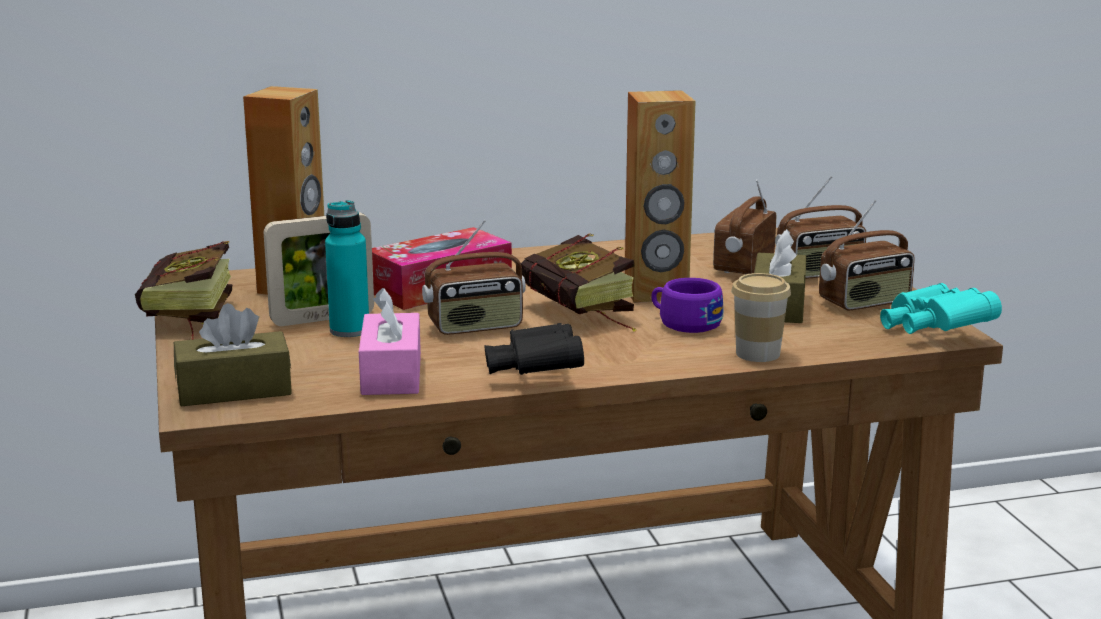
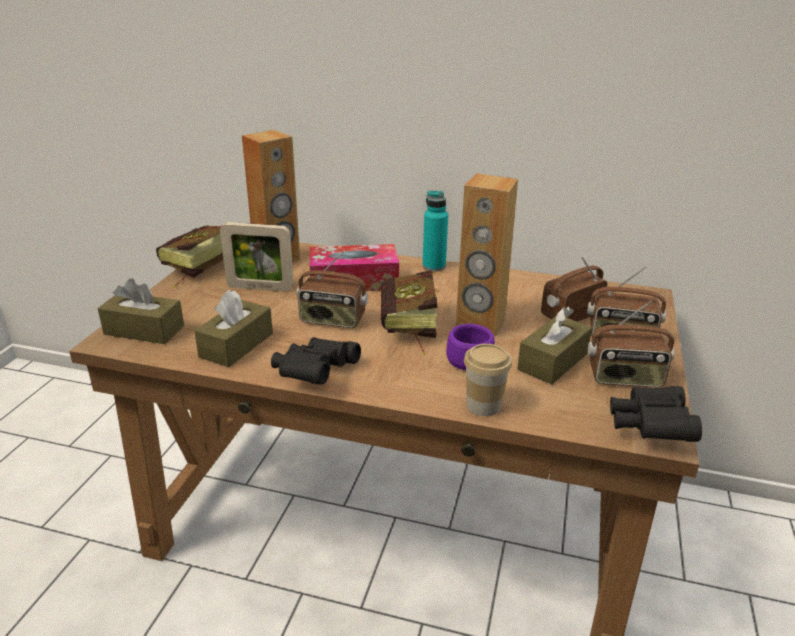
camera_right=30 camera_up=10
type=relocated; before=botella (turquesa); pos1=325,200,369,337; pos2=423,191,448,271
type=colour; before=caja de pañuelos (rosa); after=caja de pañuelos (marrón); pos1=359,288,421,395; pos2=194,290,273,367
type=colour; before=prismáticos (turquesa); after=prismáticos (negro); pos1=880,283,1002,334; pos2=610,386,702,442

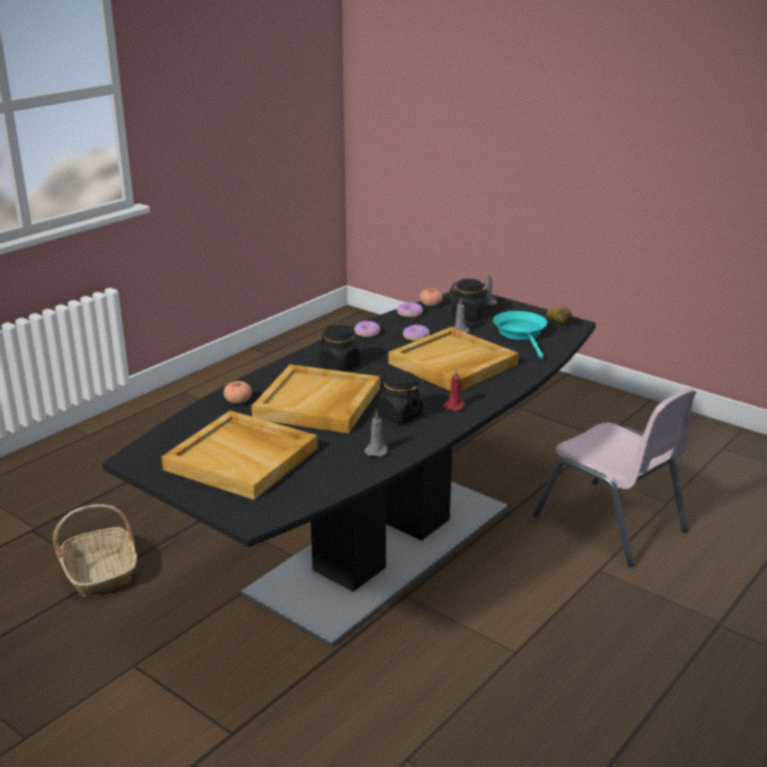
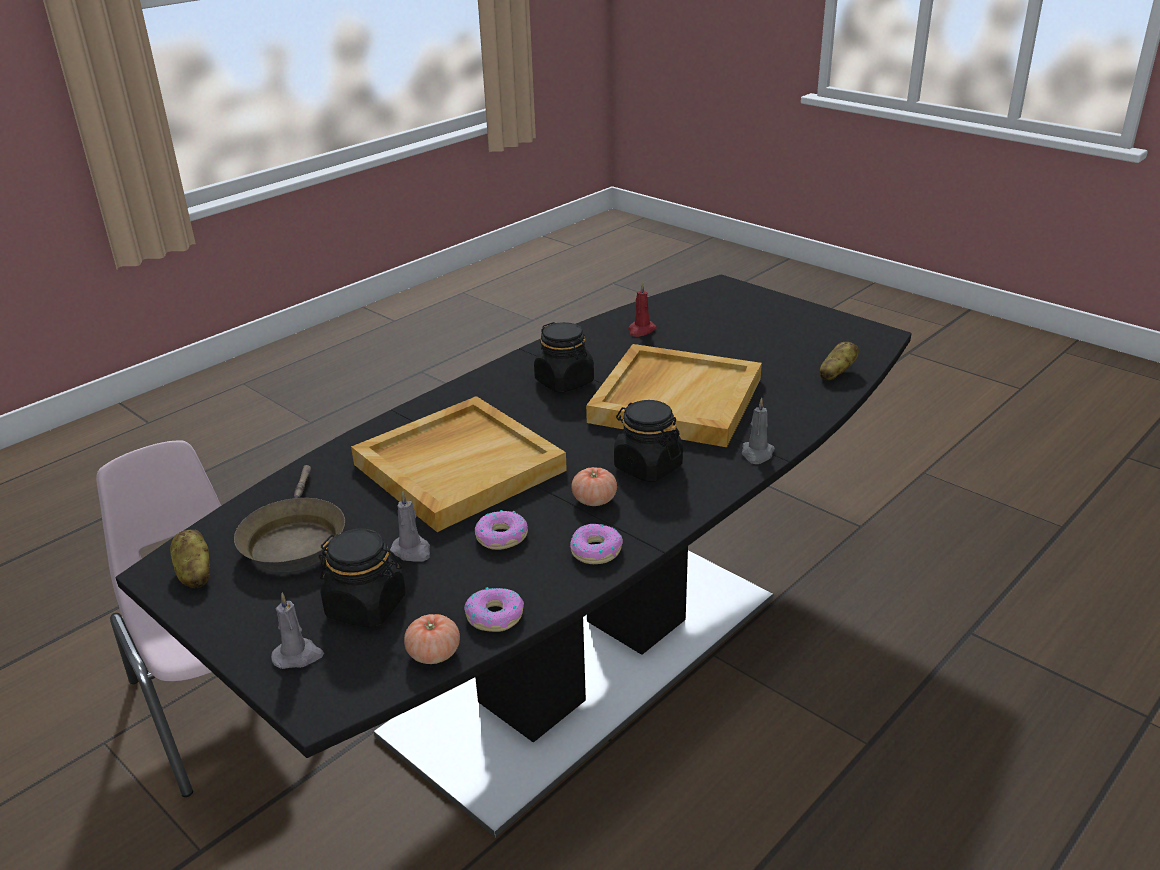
camera_right=-175 camera_up=5
type=missing; before=cesta; pos1=53,504,137,597
type=missing; before=bandeja (beis); pos1=162,411,318,500
type=appeared; after=patata; pos2=820,342,859,380
type=relocated; before=tomate; pos1=224,381,252,404; pos2=571,467,617,506
type=relocated; before=vela (gris); pos1=364,411,388,457; pos2=742,397,775,464
type=relocated; before=vela (rojo); pos1=443,369,466,411; pos2=628,282,657,337
type=colour; before=sartén (turquesa); after=sartén (marrón); pos1=493,311,547,359; pos2=234,465,345,572

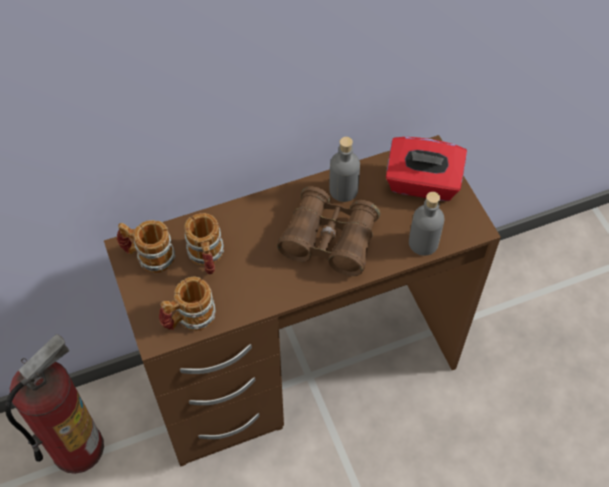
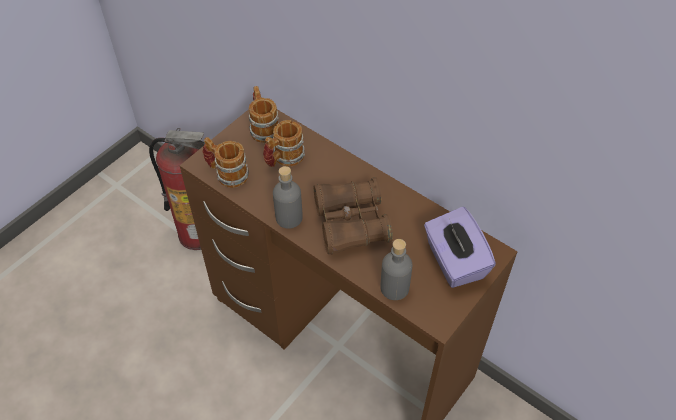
camera_right=60 camera_up=-5
type=relocated; before=botella (gris); pos1=329,137,360,202; pos2=273,166,303,229
type=colour; before=caja de pañuelos (rojo); after=caja de pañuelos (morado); pos1=386,137,467,201; pos2=424,207,496,288

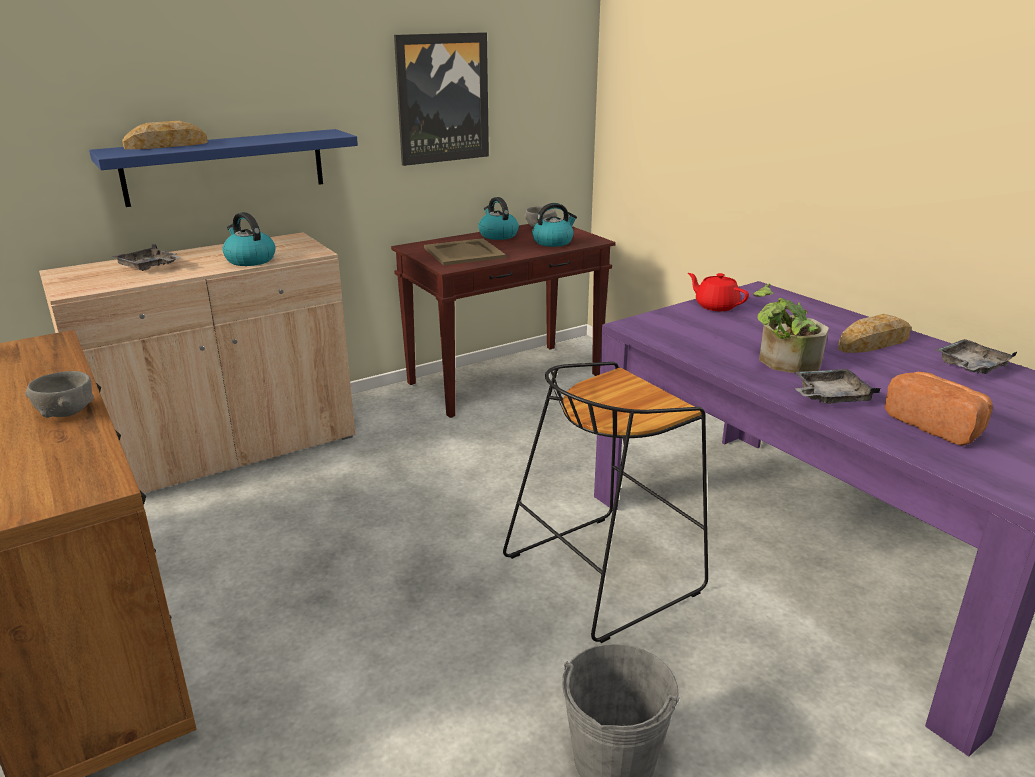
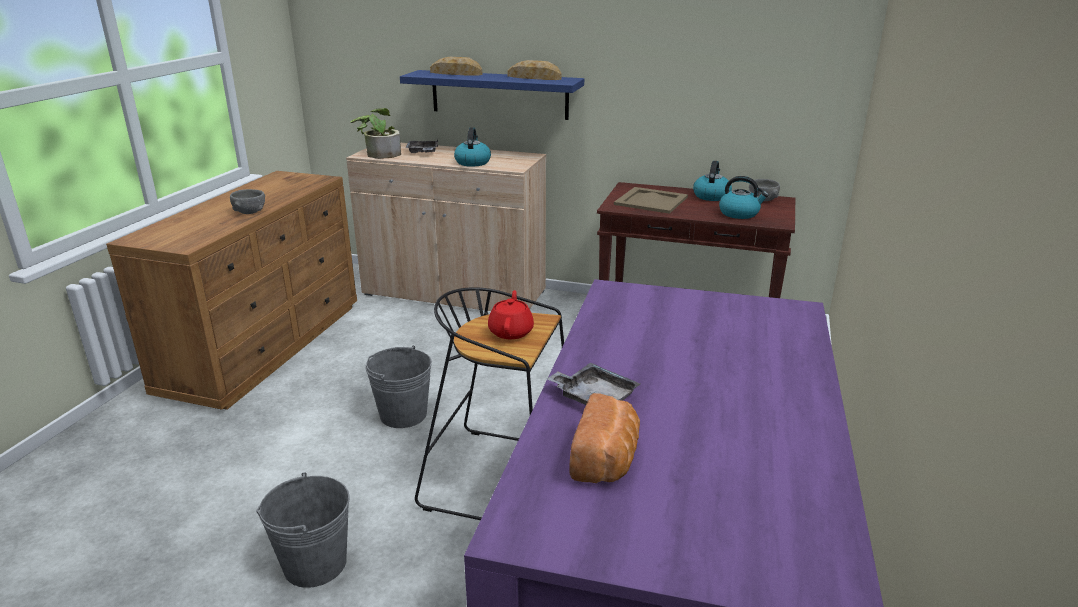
camera_right=50 camera_up=0
type=missing; before=cuadro; pos1=394,32,489,166
type=missing; before=bandeja (gris); pos1=935,339,1017,374
type=appeared; after=cubo (gris); pos2=366,346,432,428
type=relocated; before=tetera (rojo); pos1=688,273,749,311; pos2=488,290,534,339
type=relocated; before=planta en maceta; pos1=753,284,829,373; pos2=350,108,401,159
type=relocated; before=pan; pos1=838,314,911,353; pos2=508,60,562,80

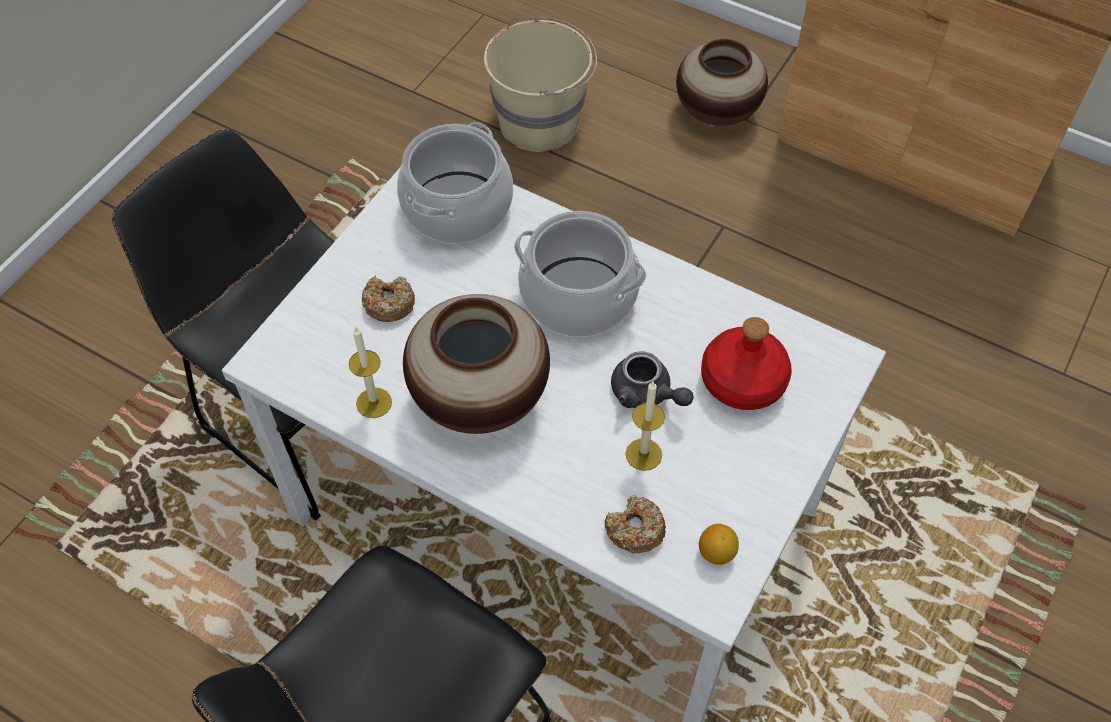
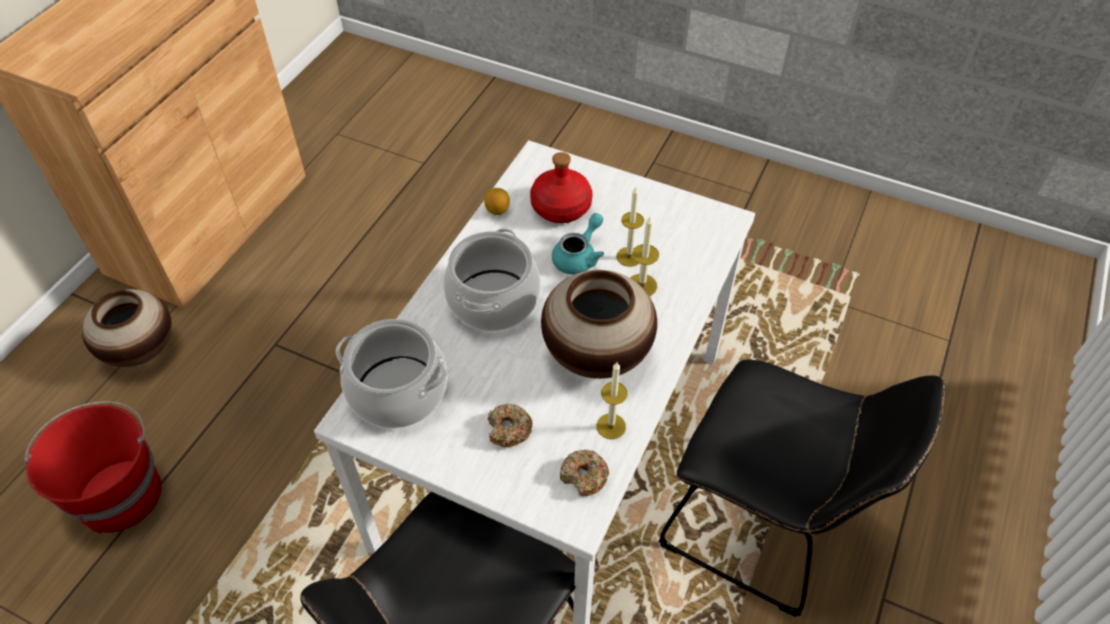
camera_right=-95 camera_up=-5
type=appeared; after=vela; pos2=630,217,659,296
type=relocated; before=rosquilla; pos1=605,495,666,554; pos2=560,450,609,496
type=relocated; before=limón; pos1=699,524,739,565; pos2=484,188,510,215
type=colour; before=cubo (beis); after=cubo (rojo); pos1=484,17,597,152; pos2=24,401,161,534
type=colour; before=tetera (gris); after=tetera (turquesa); pos1=611,351,694,408; pos2=552,213,604,275

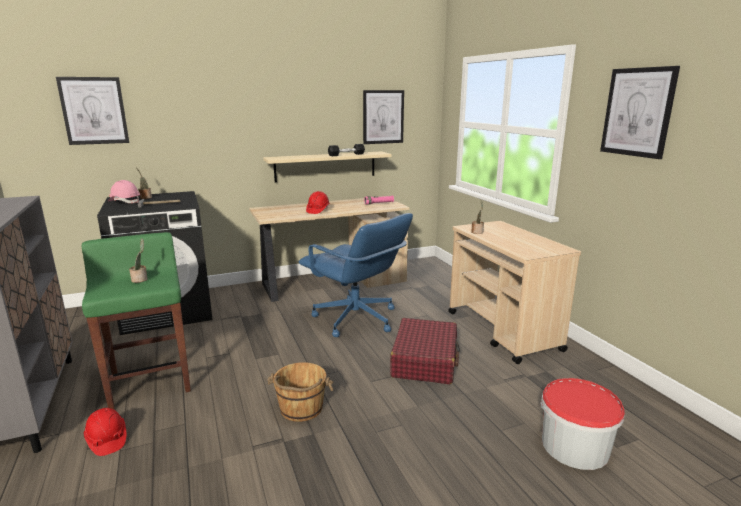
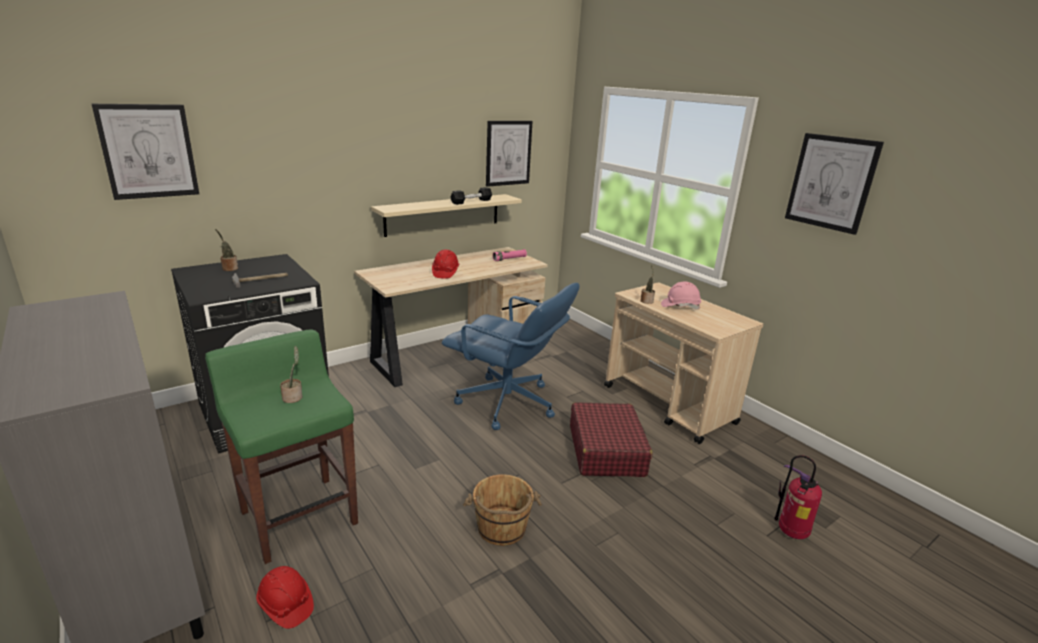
camera_right=-15 camera_up=5
type=relocated; before=casco (rosa); pos1=108,180,140,203; pos2=661,282,701,310
type=exchanged; before=cubo; after=extintor; pos1=541,378,625,470; pos2=774,455,822,539

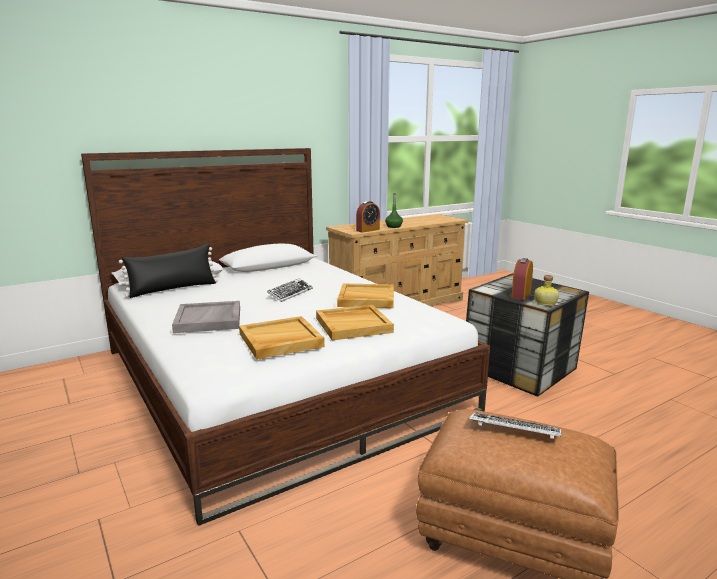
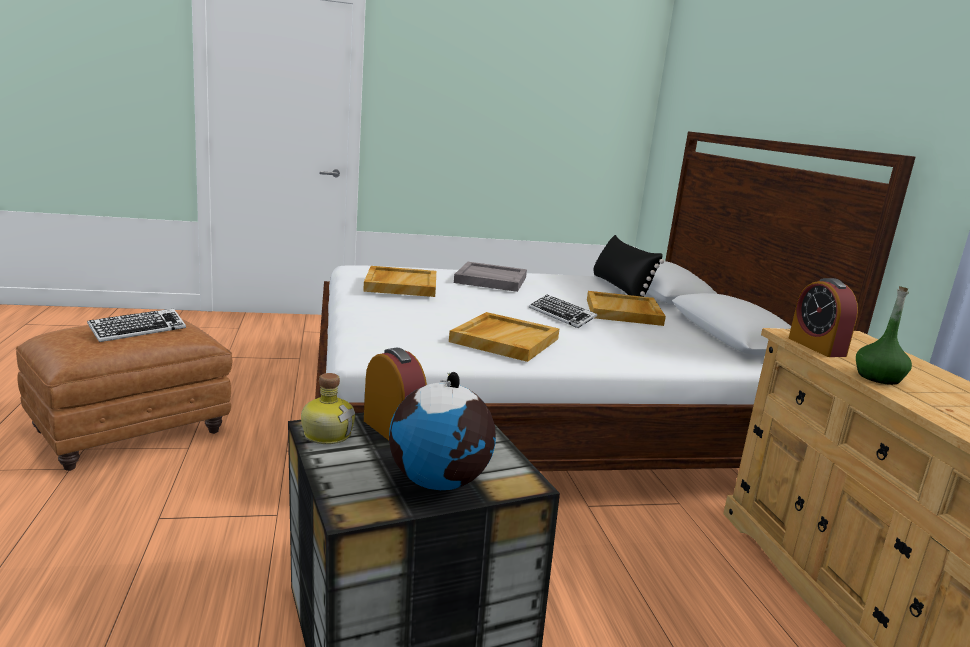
camera_right=110 camera_up=0
type=appeared; after=globo terráqueo; pos2=389,372,496,490
type=relocated; before=bandeja (beis); pos1=316,305,394,340; pos2=587,291,666,326

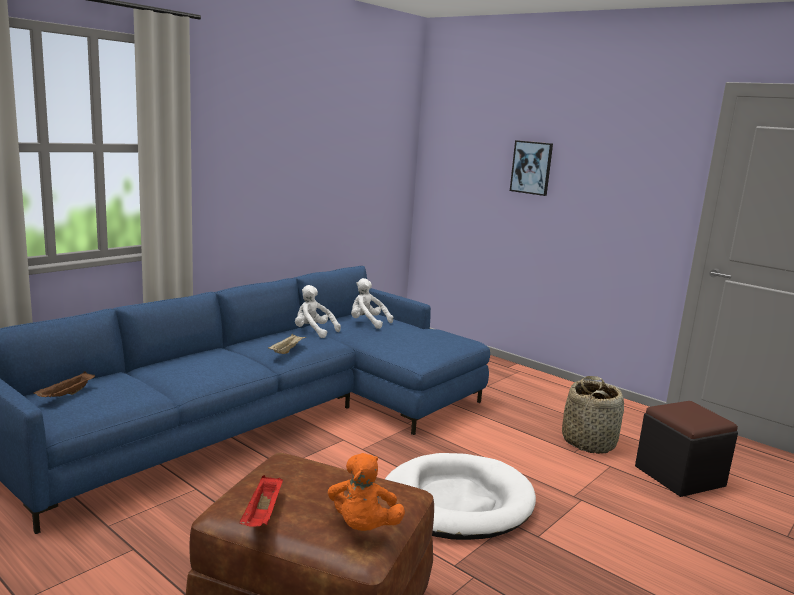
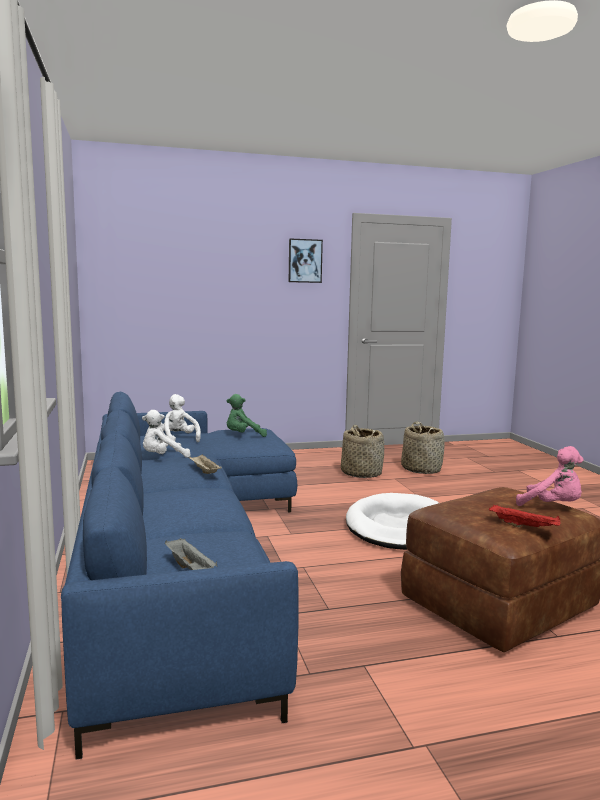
camera_right=-55 camera_up=-5
type=appeared; after=peluche (verde); pos2=227,394,267,437
type=relocated; before=cuadro; pos1=510,140,553,196; pos2=289,238,323,283
type=exchanged; before=puf (negro); after=cesta; pos1=635,401,738,497; pos2=401,422,445,474
type=colour; before=bandeja (marrón); after=bandeja (gris); pos1=34,371,95,397; pos2=165,538,217,570
type=colour; before=peluche (naranja); after=peluche (rosa); pos1=328,453,405,531; pos2=516,446,584,506
type=spun; before=peluche (blanco); pos1=351,278,393,329; pos2=160,394,201,442; turn=90

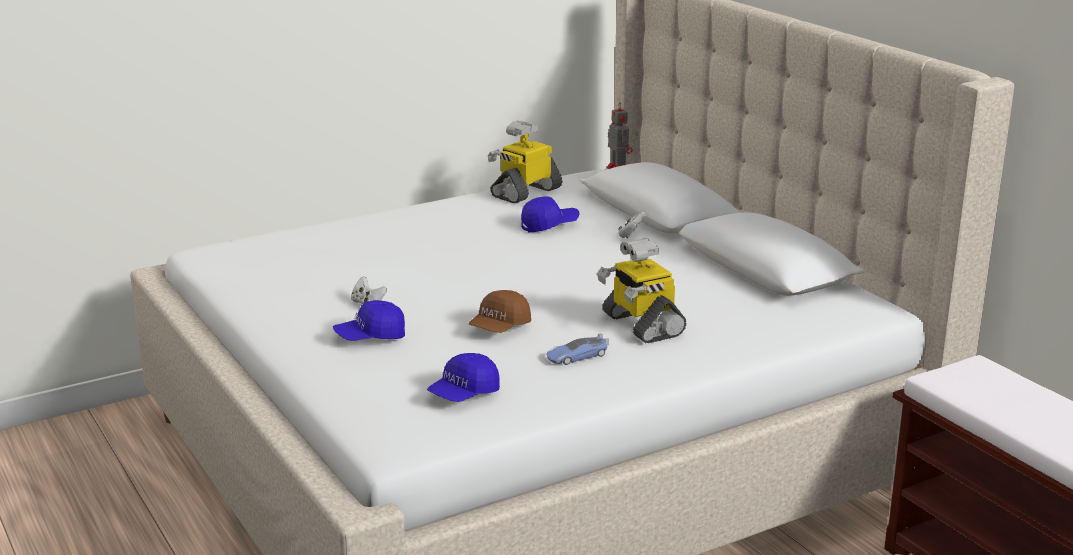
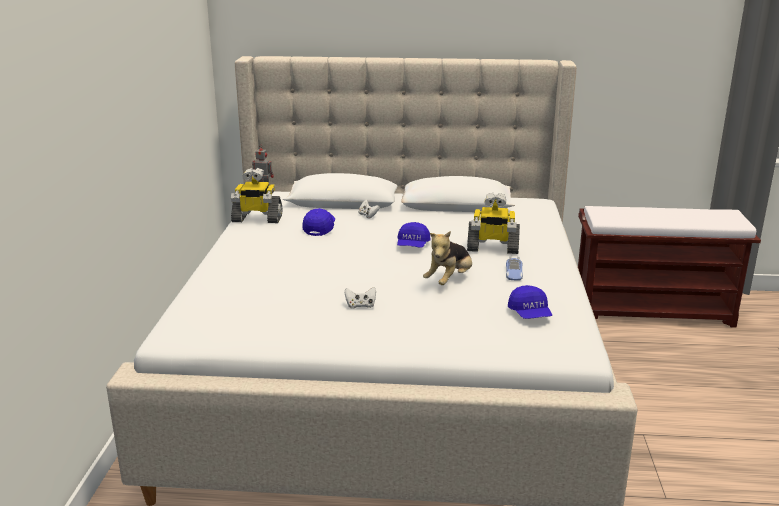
camera_right=-55 camera_up=0
type=relocated; before=gorra (azul); pos1=332,300,405,341; pos2=397,222,431,248
type=exchanged; before=gorra (marrón); after=peluche; pos1=468,290,531,333; pos2=423,231,472,285
type=spun; before=robot de juguete; pos1=488,121,562,203; pos2=231,168,283,223; turn=-75

